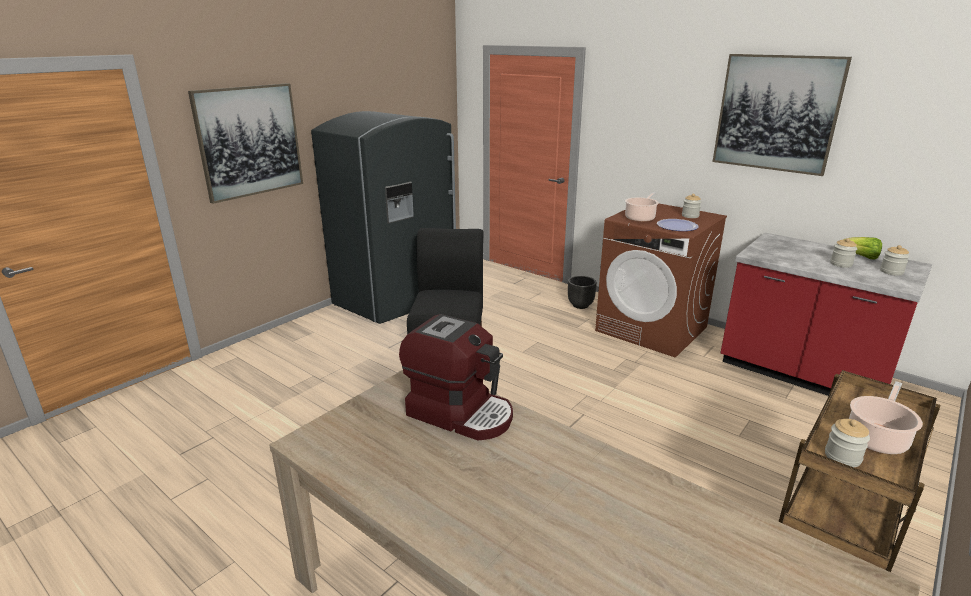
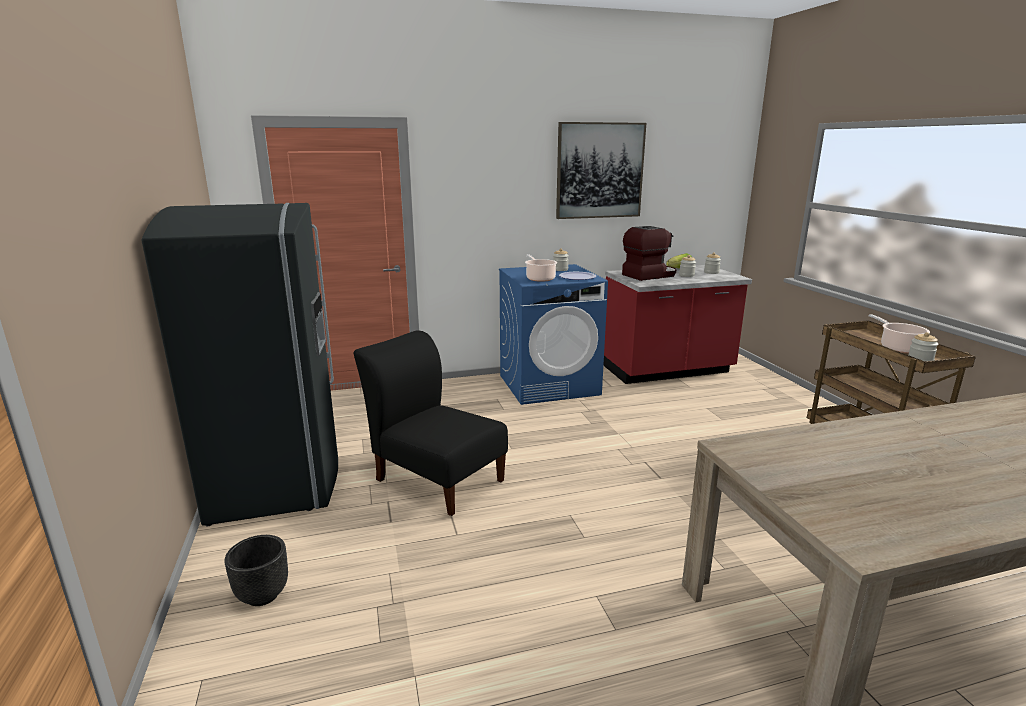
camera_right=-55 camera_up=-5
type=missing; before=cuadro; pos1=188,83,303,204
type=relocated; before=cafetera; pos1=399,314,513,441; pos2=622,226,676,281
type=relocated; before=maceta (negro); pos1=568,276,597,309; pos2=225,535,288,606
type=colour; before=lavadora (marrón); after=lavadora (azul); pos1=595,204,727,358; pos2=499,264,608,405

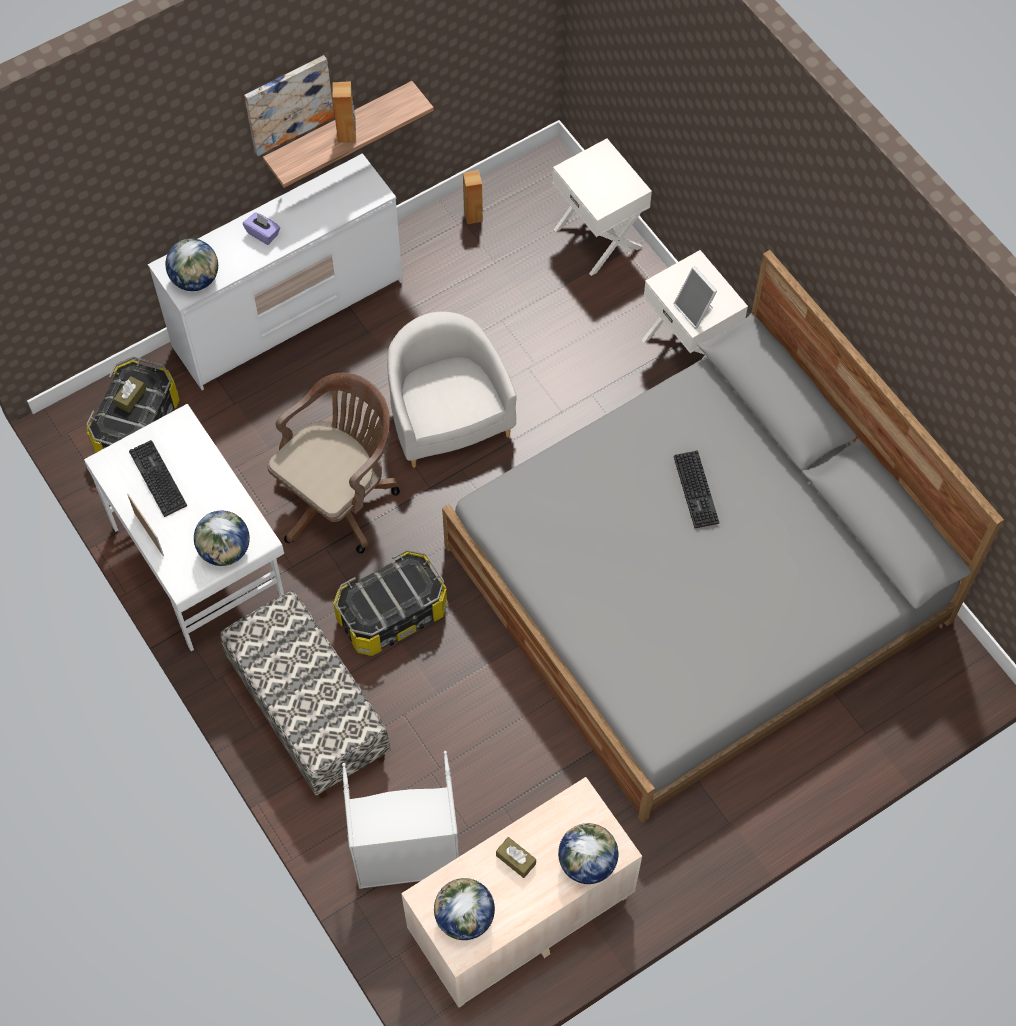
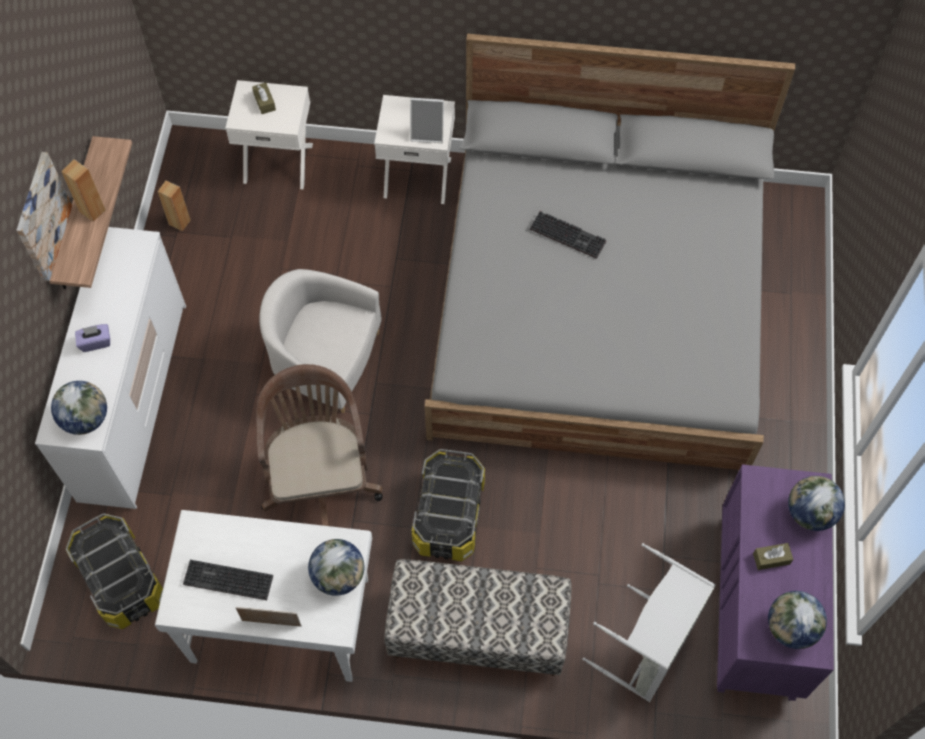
camera_right=-50 camera_up=0
type=relocated; before=caja de pañuelos (marrón); pos1=113,376,146,412; pos2=252,83,276,114
type=colour; before=cómoda (beis); after=cómoda (morado); pos1=401,777,642,1008; pos2=717,464,834,701

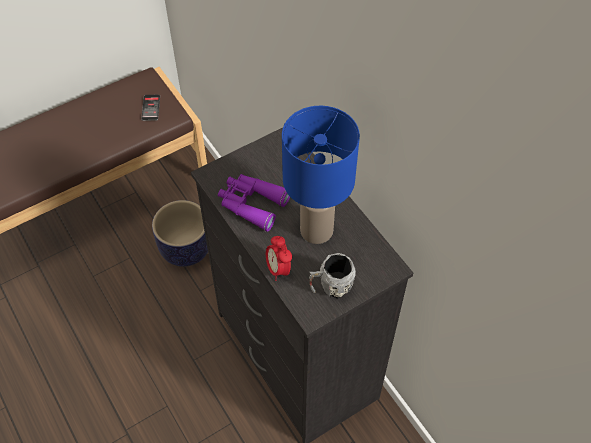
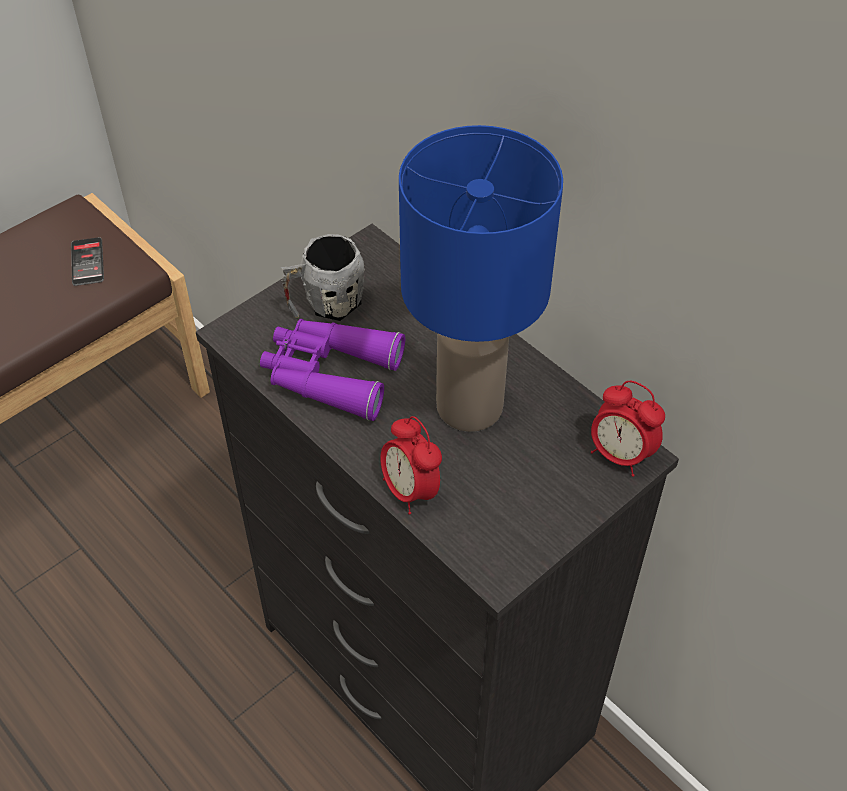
camera_right=-10 camera_up=-5
type=missing; before=maceta; pos1=152,200,208,267
type=appeared; after=despertador; pos2=591,381,665,477
type=relocated; before=taza grande (gris); pos1=309,253,356,299; pos2=281,234,365,321

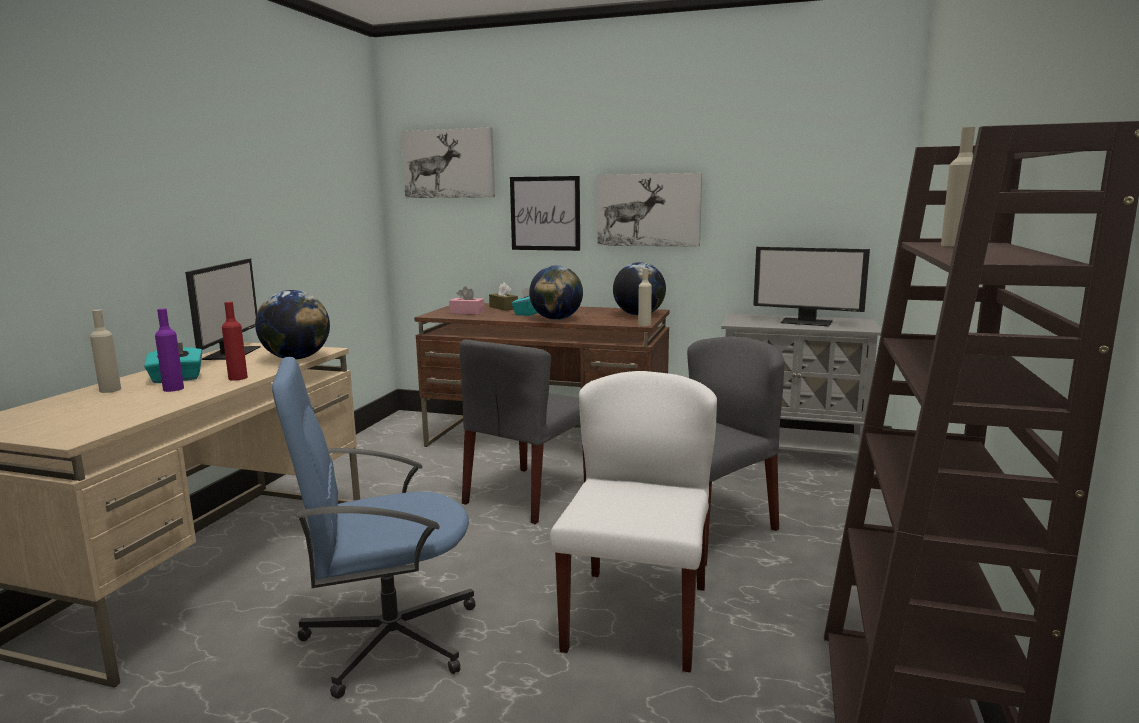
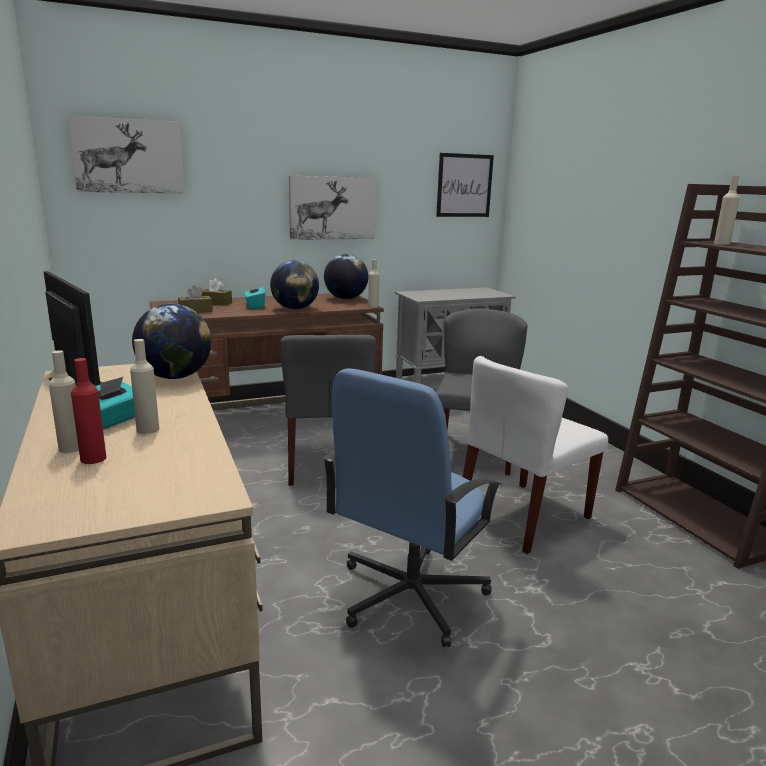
camera_right=-40 camera_up=5
type=missing; before=monitor; pos1=753,247,870,326
type=relocated; before=botella (rojo); pos1=222,302,248,381; pos2=71,358,106,464
type=relocated; before=cuadro; pos1=510,176,580,251; pos2=436,153,494,217
type=colour; before=botella (morado); after=botella (beis); pos1=155,308,184,392; pos2=130,339,159,434
type=colour; before=caja de pañuelos (rosa); after=caja de pañuelos (marrón); pos1=449,286,485,315; pos2=178,285,213,313
type=spun; before=silla (blanco); pos1=550,371,717,673; pos2=463,356,608,554; turn=-105

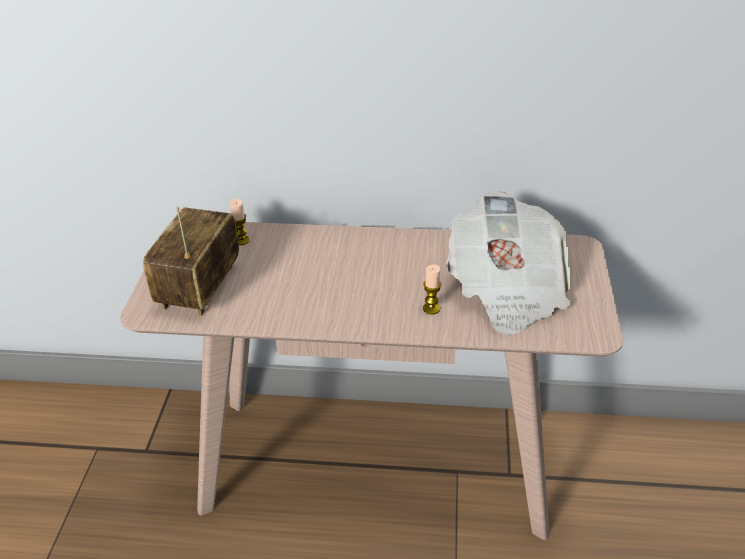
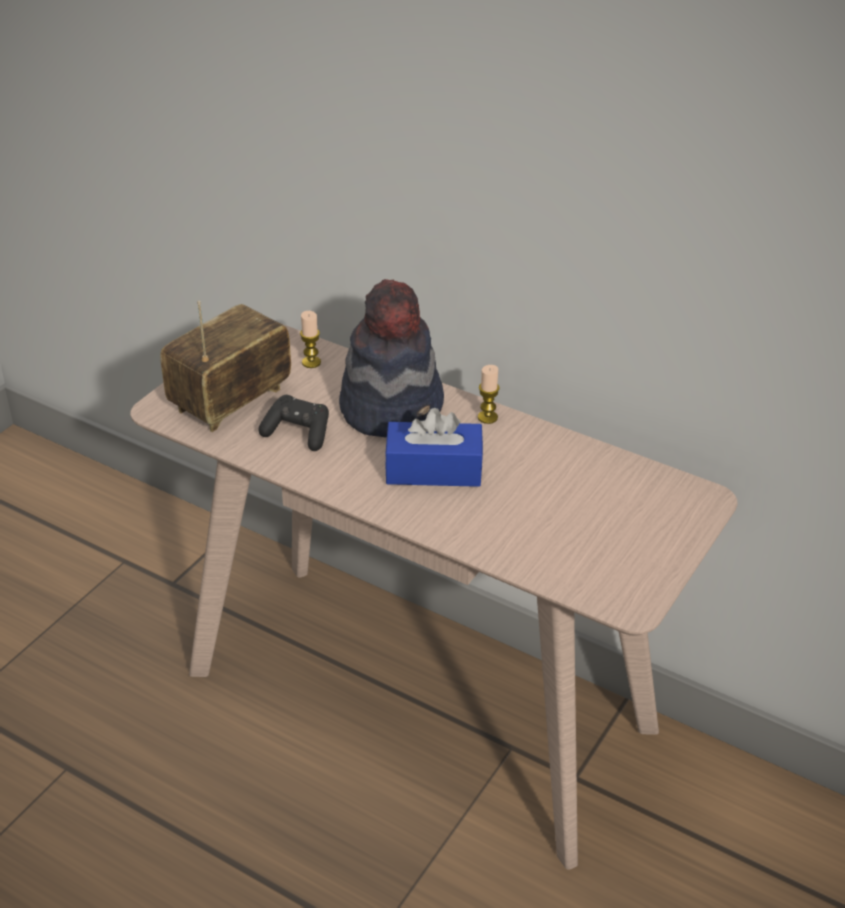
camera_right=25 camera_up=0
type=missing; before=periódico; pos1=446,192,571,335
type=appeared; after=mando de consola (negro); pos2=259,395,329,451
type=appeared; after=sombrero; pos2=339,279,444,438
type=appeared; after=caja de pañuelos (azul); pos2=385,408,483,487
type=relocated; before=vela; pos1=423,264,442,315; pos2=478,365,500,424

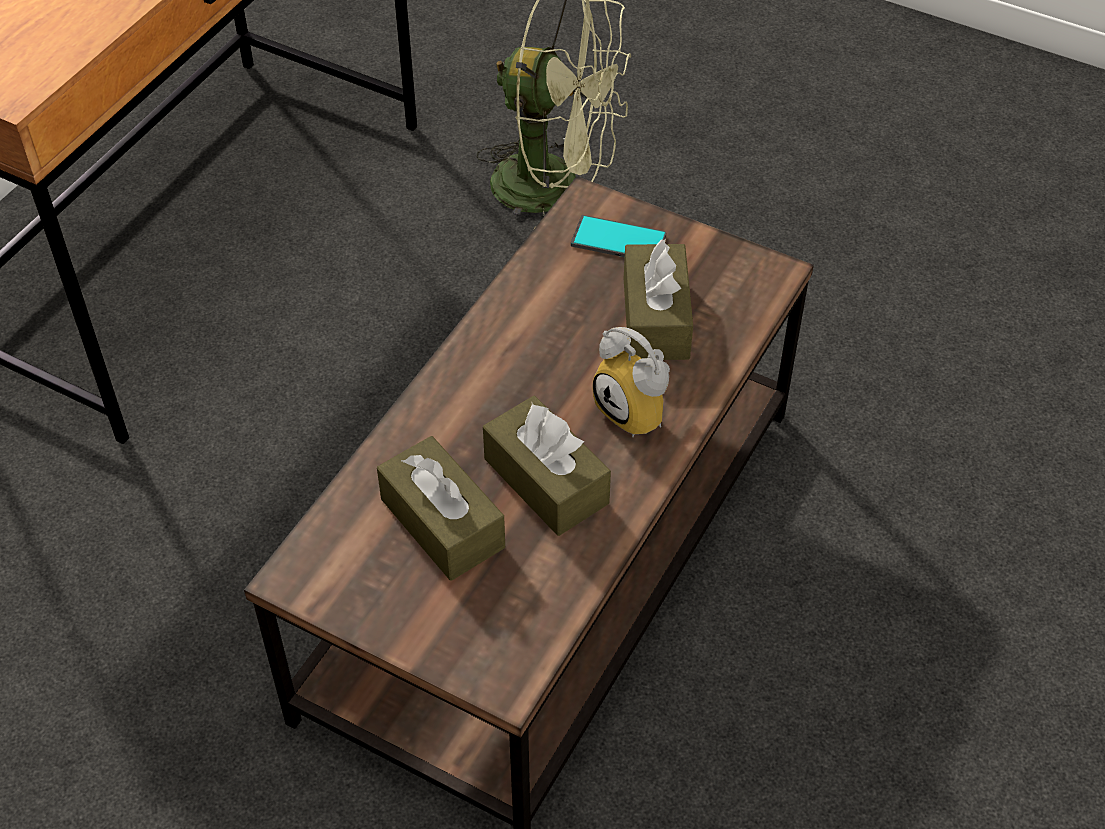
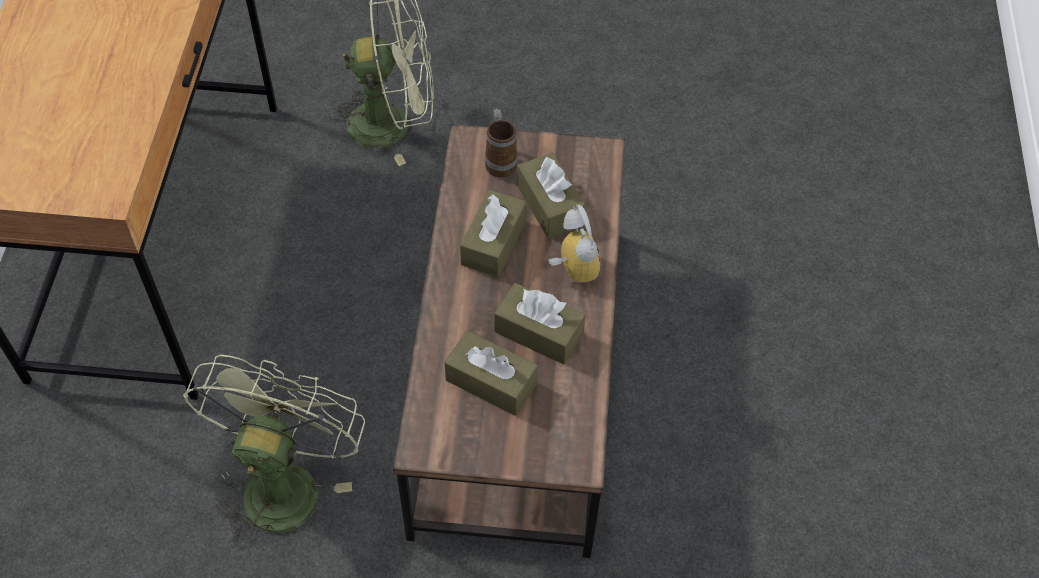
camera_right=-25 camera_up=5
type=appeared; after=ventilador (verde); pos2=183,355,365,549
type=appeared; after=caja de pañuelos (marrón); pos2=460,190,527,277
type=exchanged; before=móvil; after=taza grande; pos1=571,215,666,257; pos2=485,109,518,177
type=spun; before=despertador; pos1=593,327,670,437; pos2=548,205,600,283; turn=-135

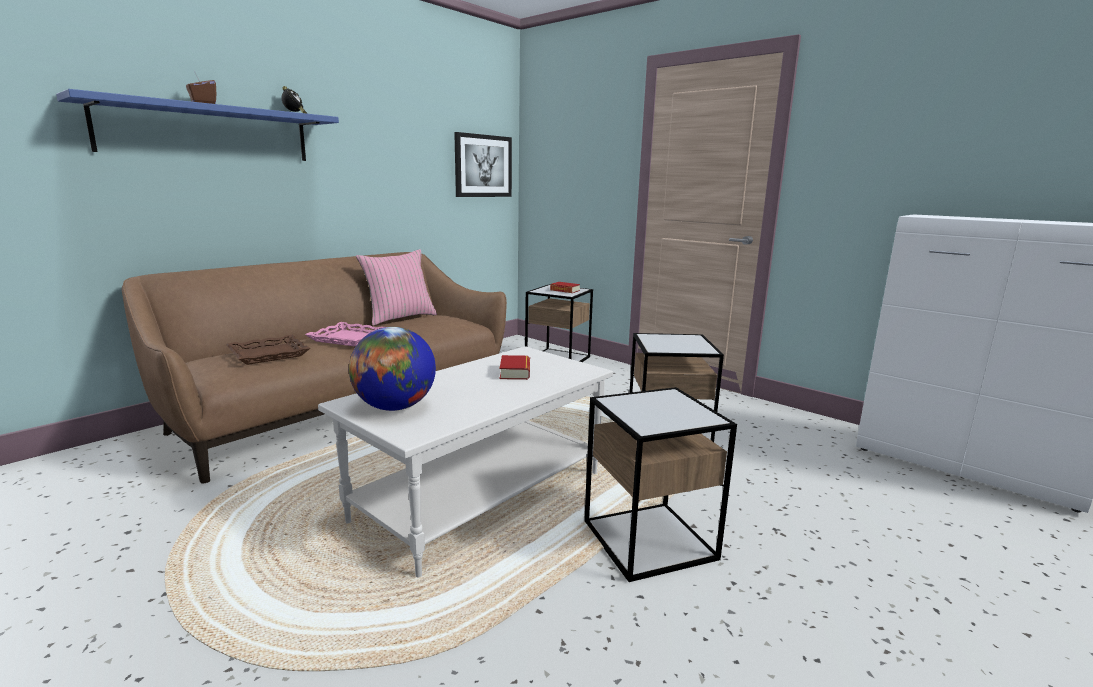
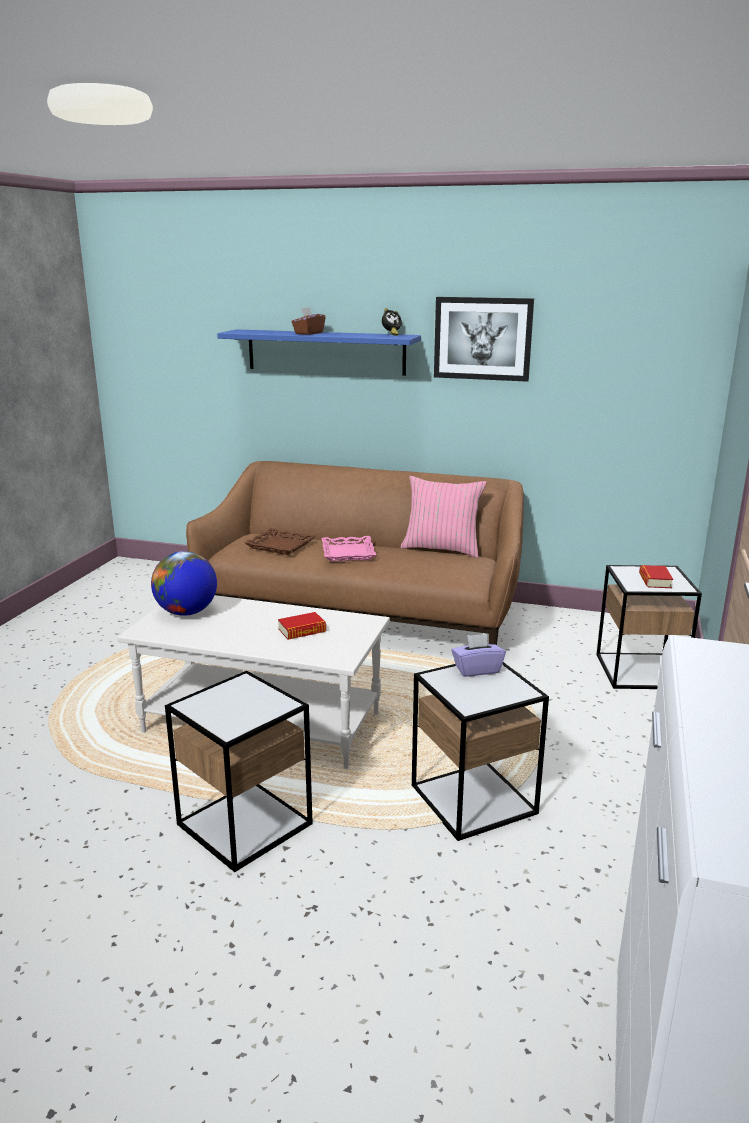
camera_right=65 camera_up=5
type=appeared; after=caja de pañuelos (morado); pos2=451,634,506,677
type=relocated; before=cuadro; pos1=454,132,512,197; pos2=434,297,534,382

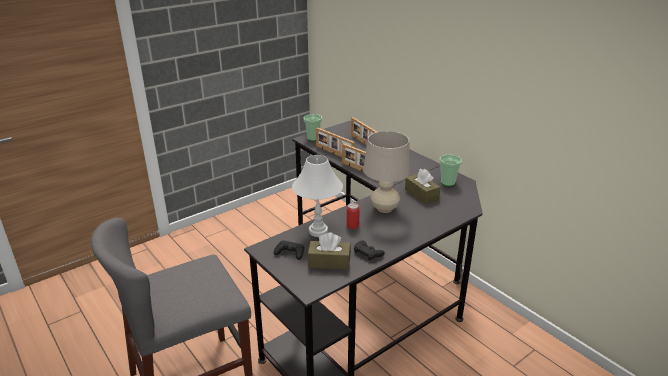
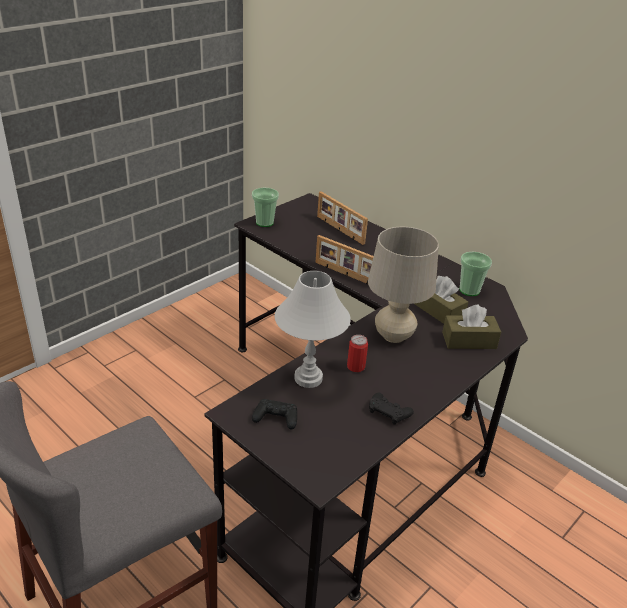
camera_right=-10 camera_up=5
type=missing; before=portarretratos; pos1=316,127,355,157
type=relocated; before=caja de pañuelos (marrón); pos1=308,233,351,270; pos2=442,305,501,349

